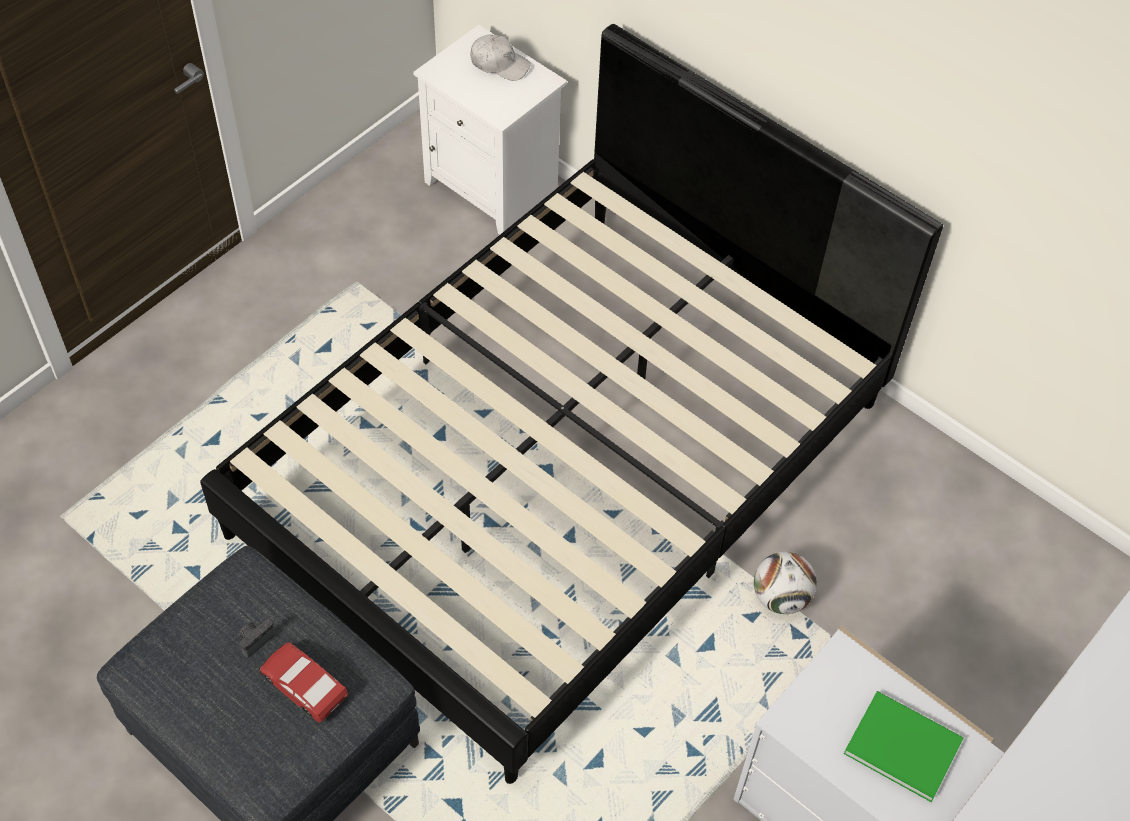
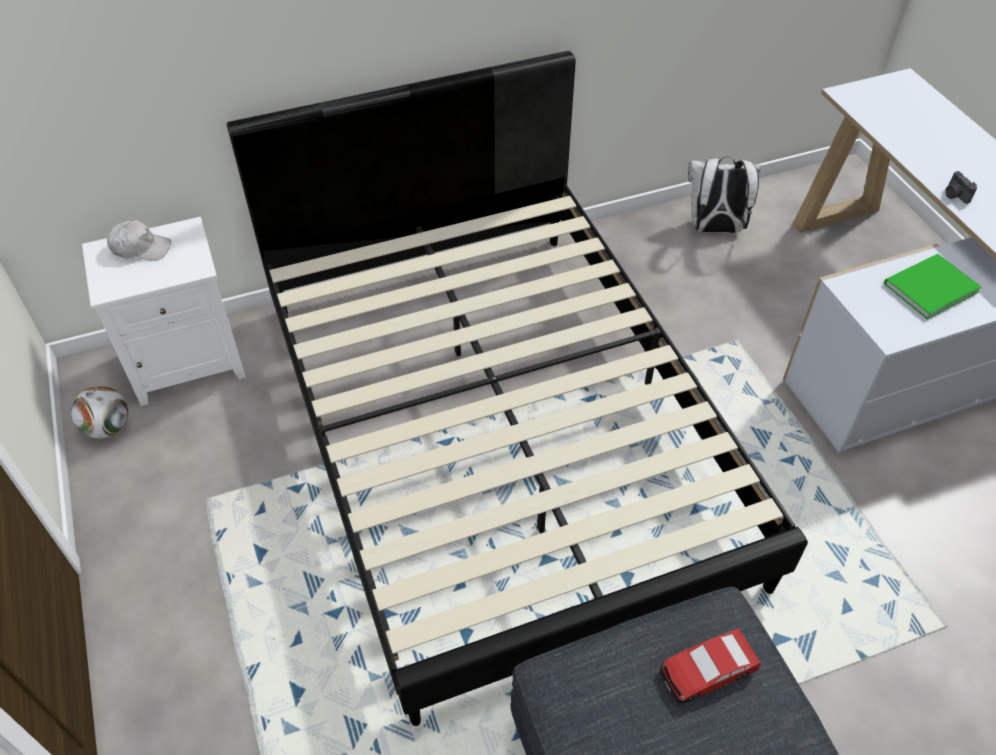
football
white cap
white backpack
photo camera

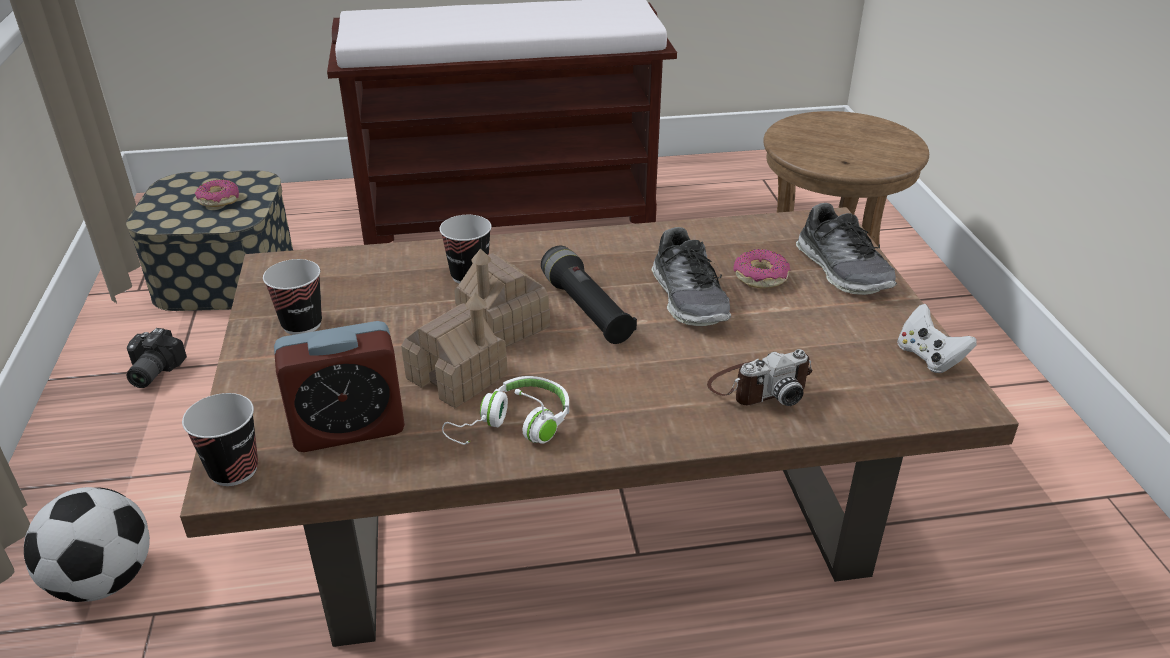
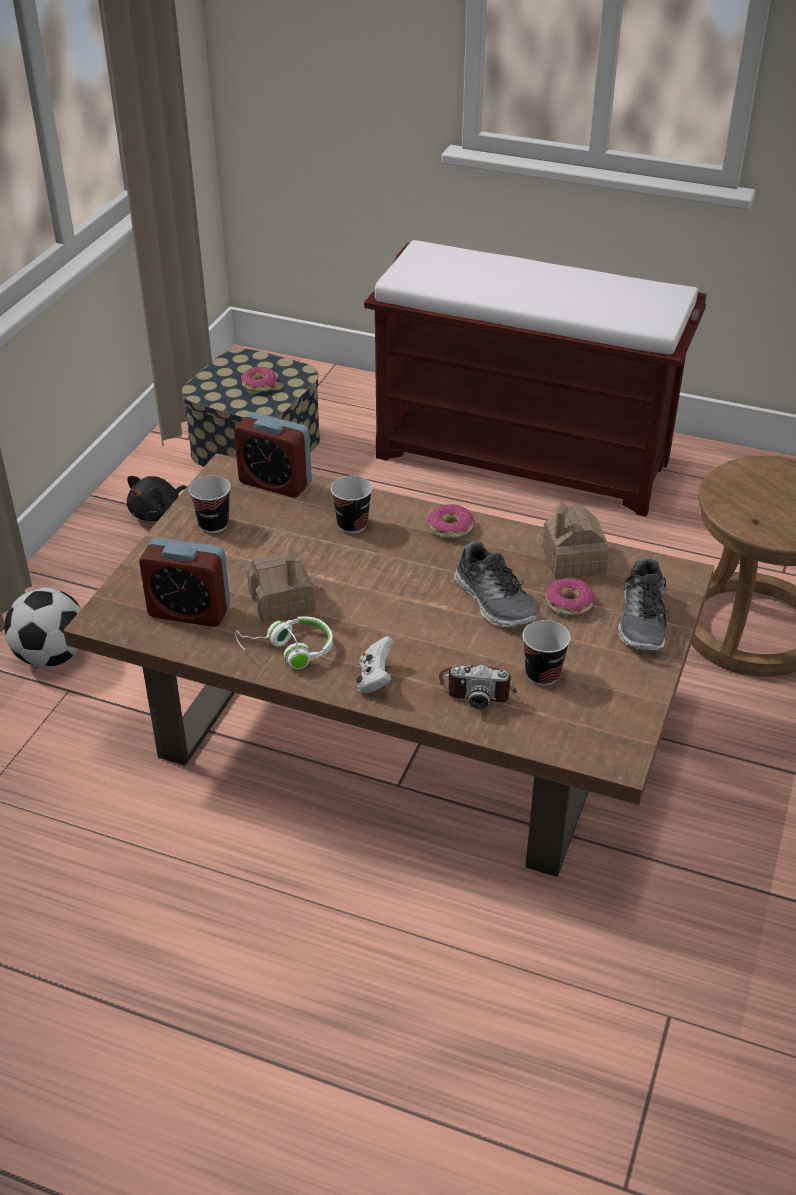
black plush toy
alarm clock (2nd from left)
white game controller
donut (2nd from left)
shoe (1st from left)
cup (3rd from left)
toy house (2nd from left)
black flashlight

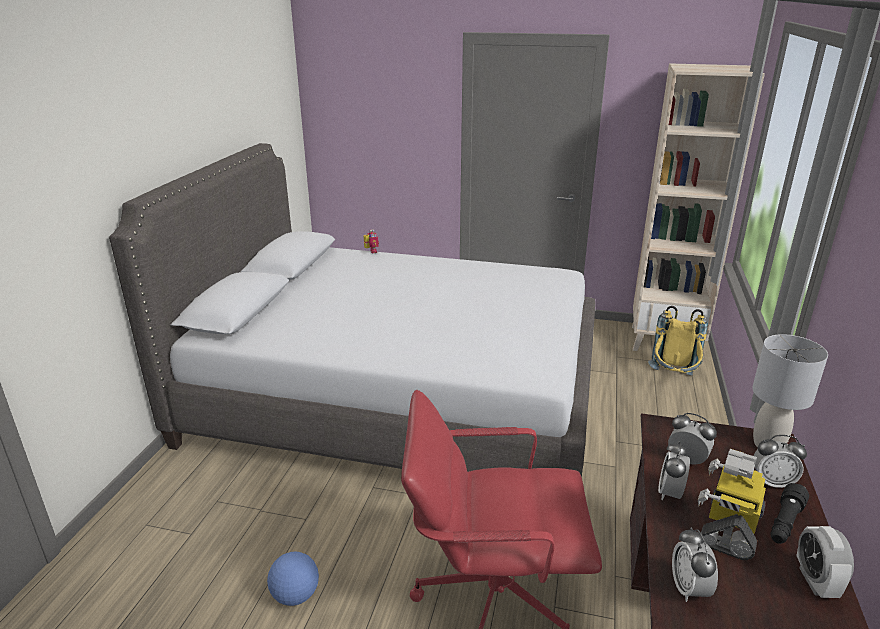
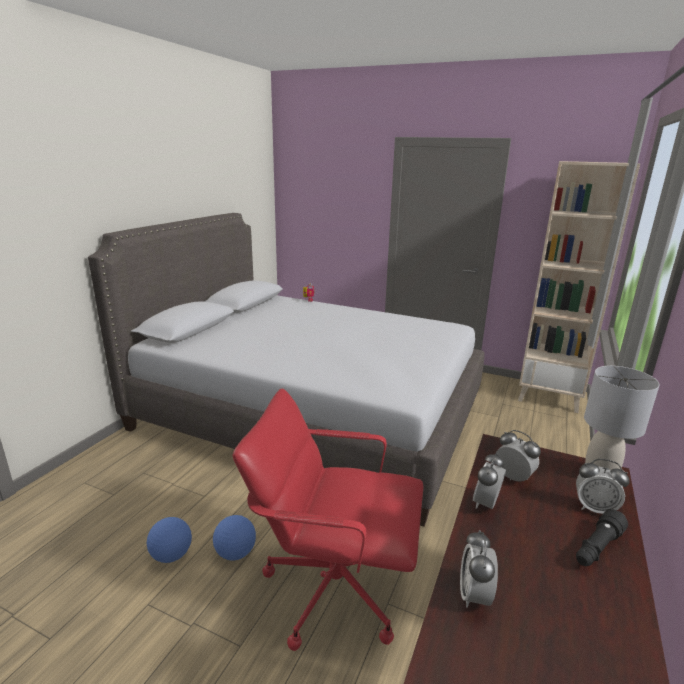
football (2nd from left)
yellow backpack
toy robot (2nd from left in the first image)
alarm clock (5th from left in the first image)

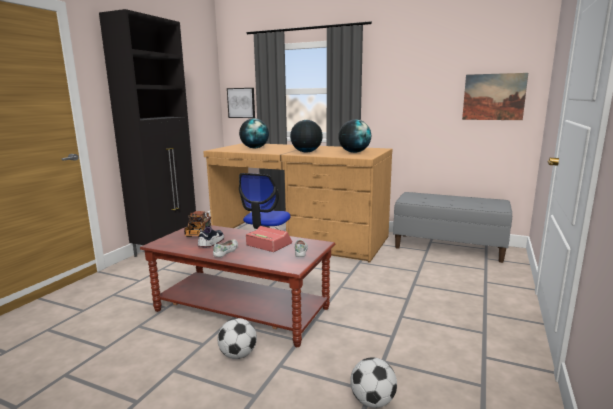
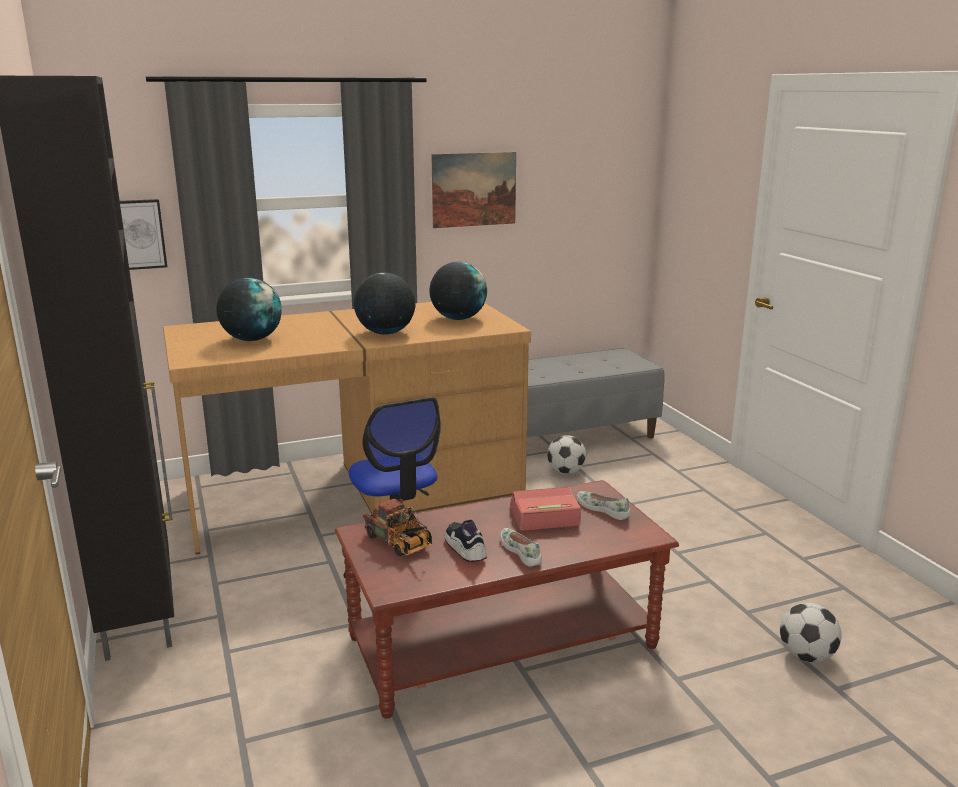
picture (2nd from left)
football (1st from left)

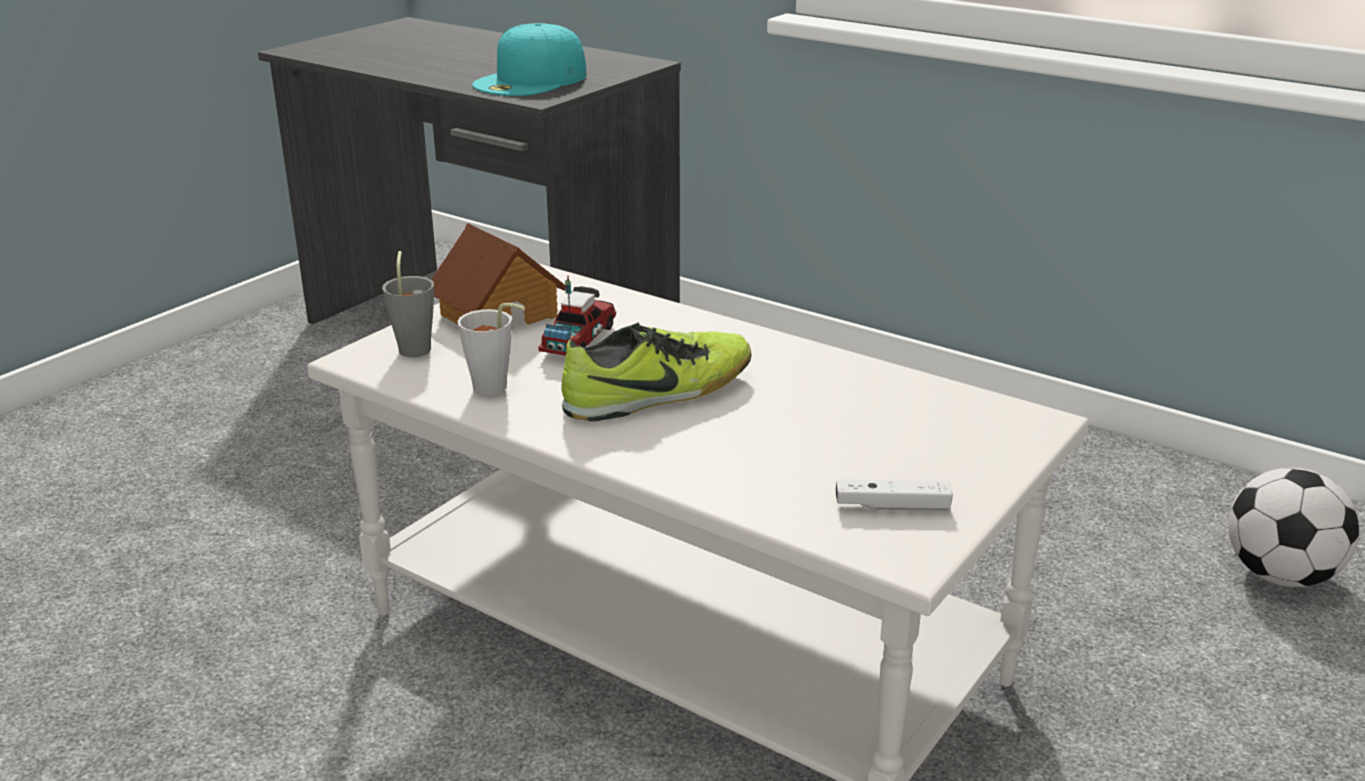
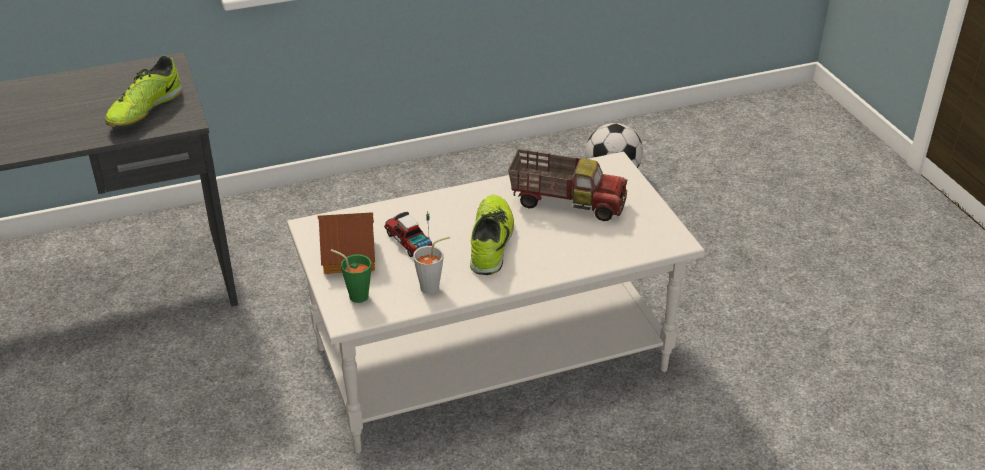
shoe (1st from left)
green cup
toy truck (2nd from left)
white game controller

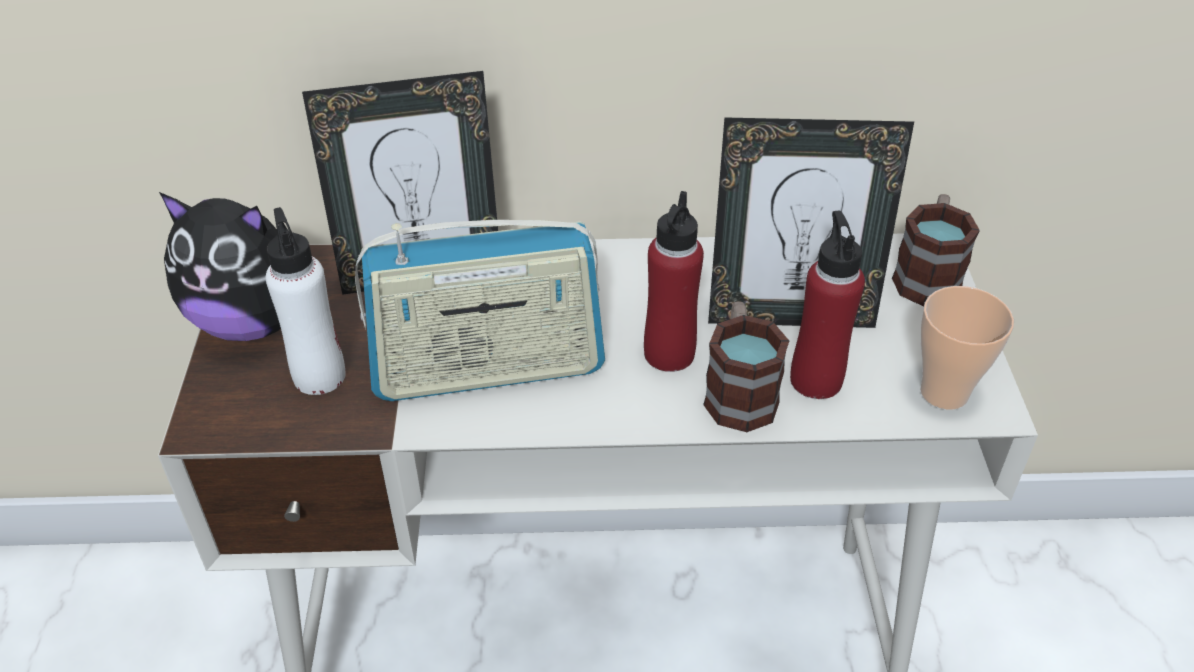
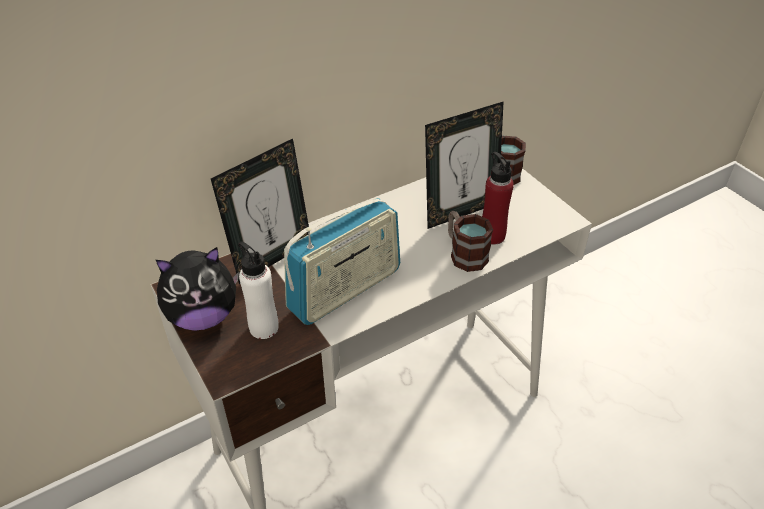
red bottle (1st from left in the first image)
cup

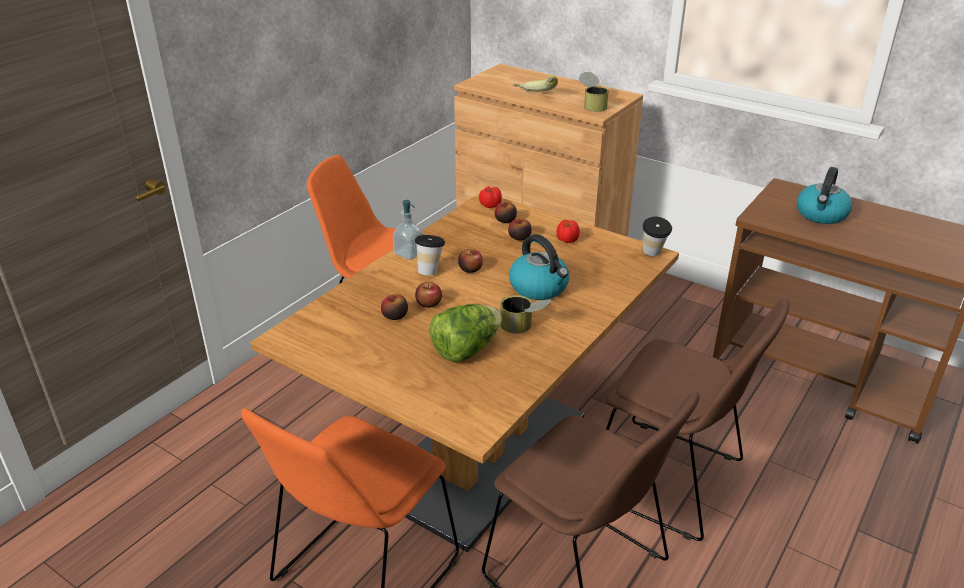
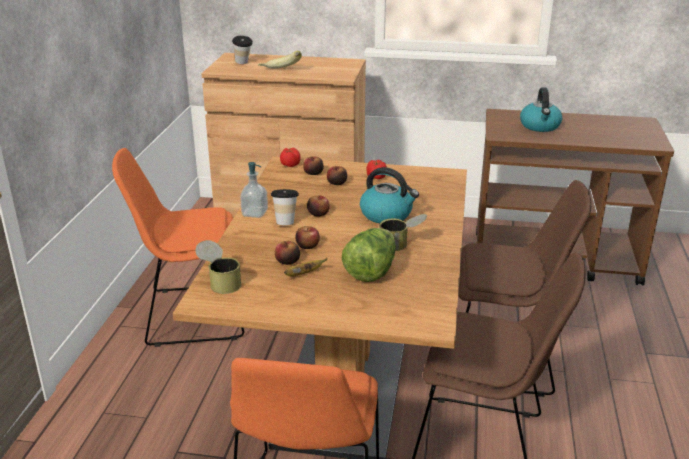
can (1st from left)
cup (1st from left)
banana (2nd from left)

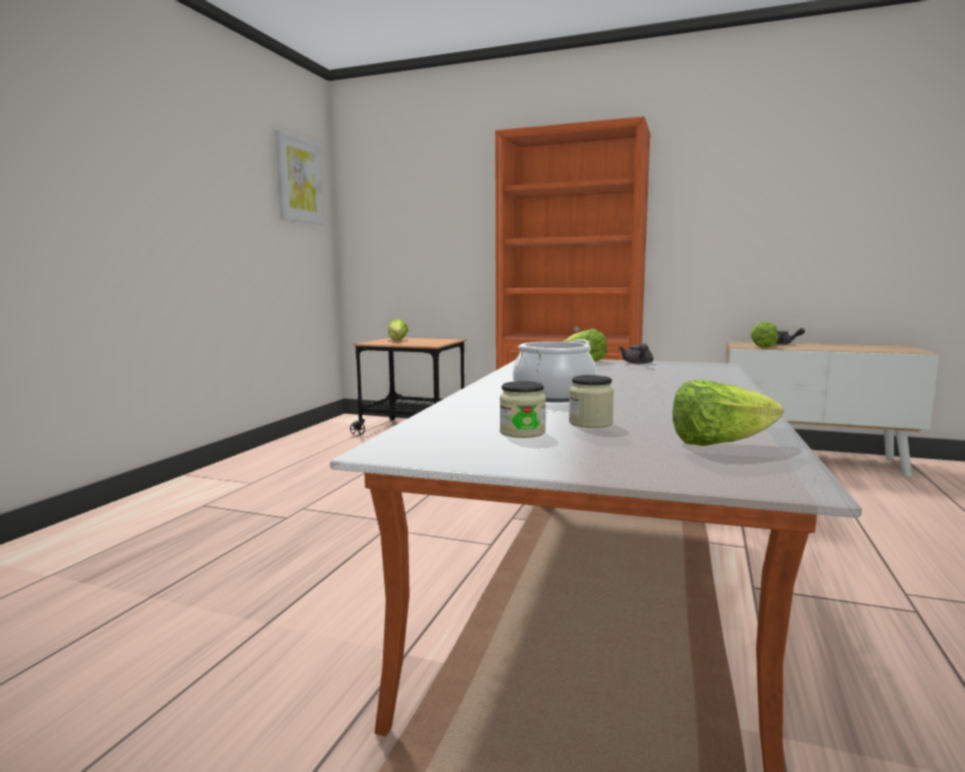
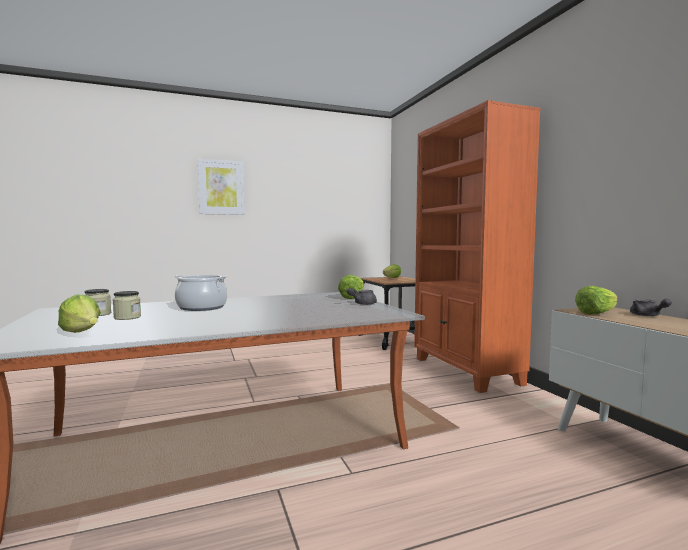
picture

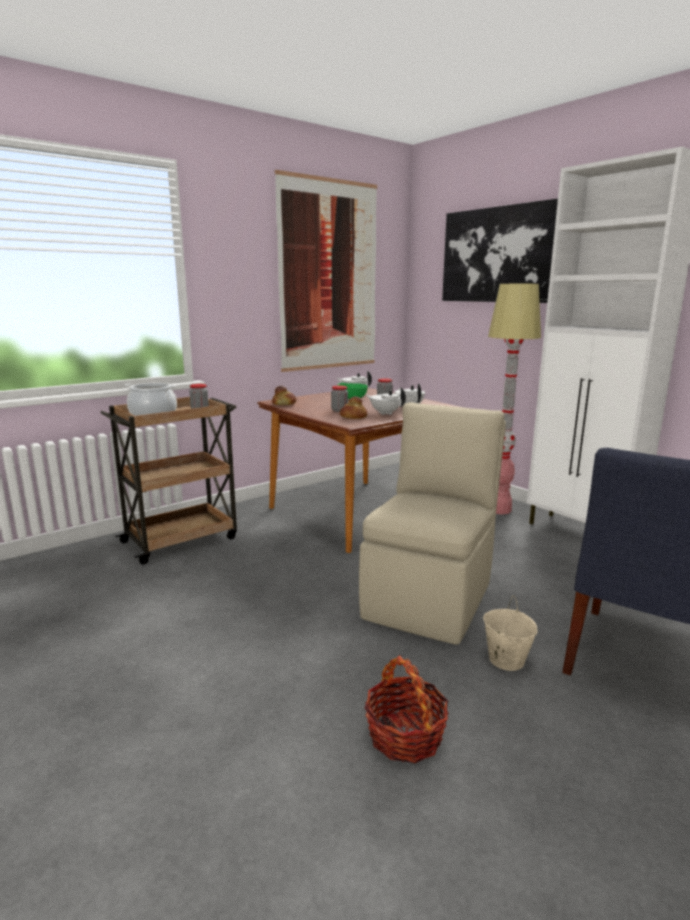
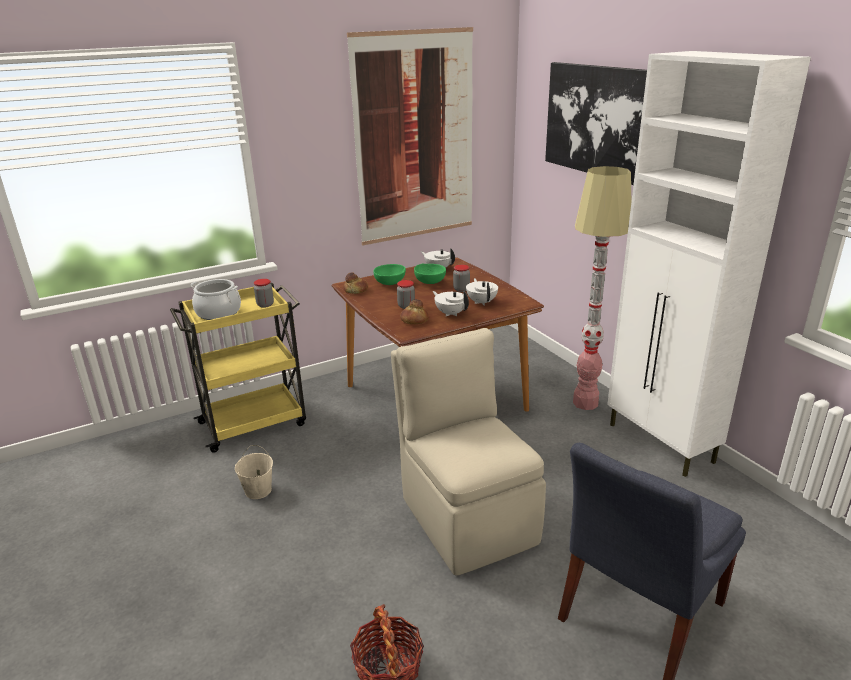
yellow cart
beige bucket
green bowl (1st from left)
beige chair

